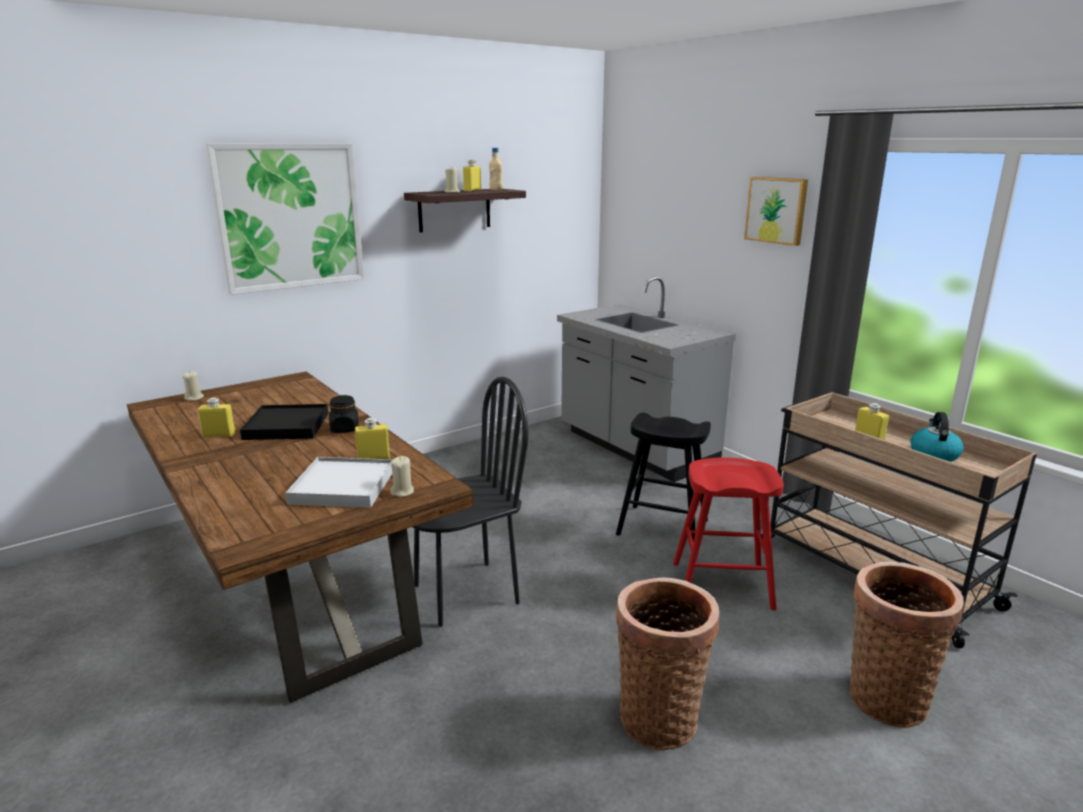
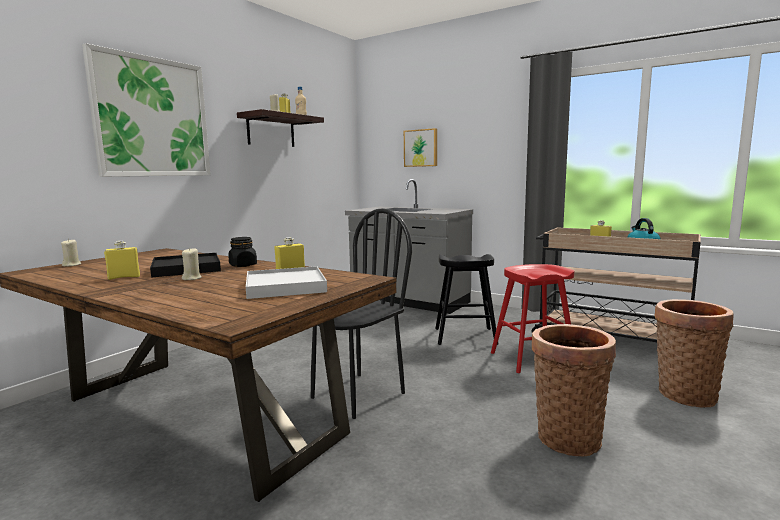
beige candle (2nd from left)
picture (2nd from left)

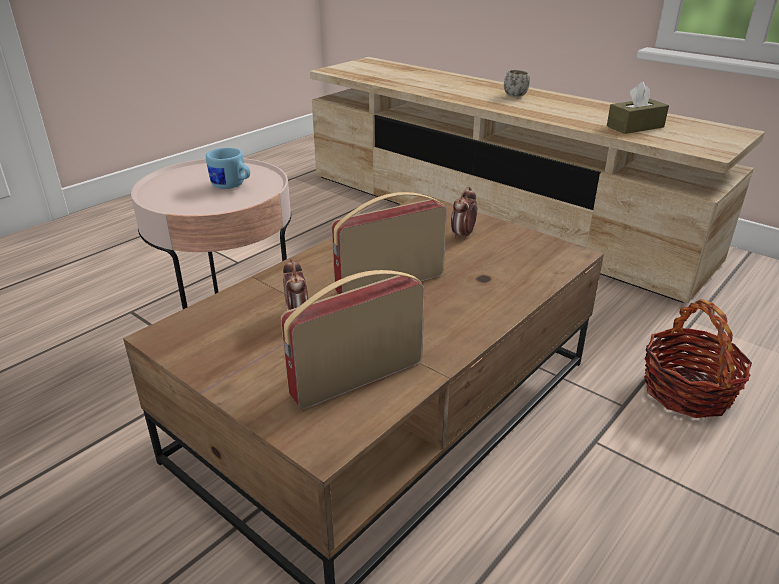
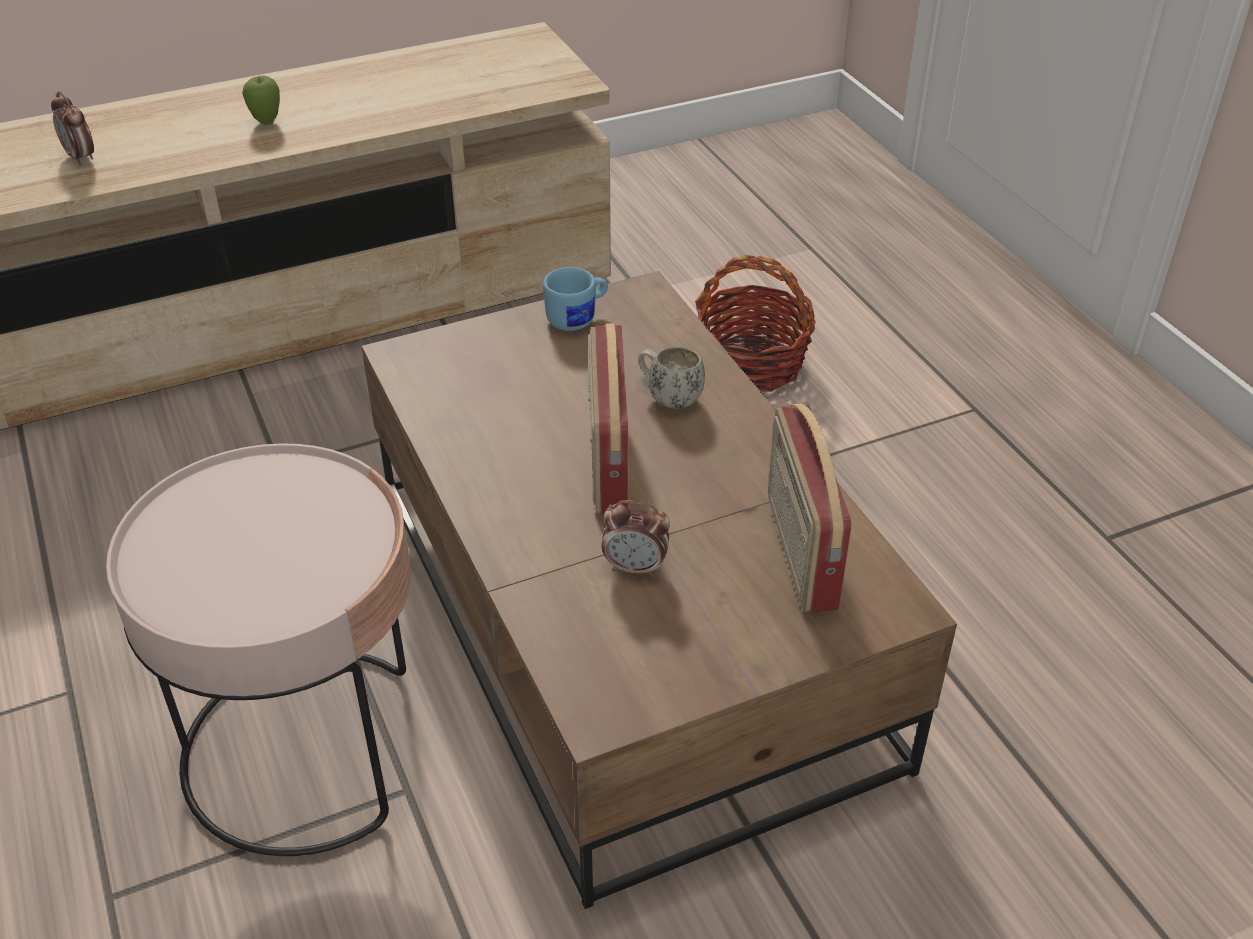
alarm clock (1st from left)
apple
blue mug
white mug
brown tissue box

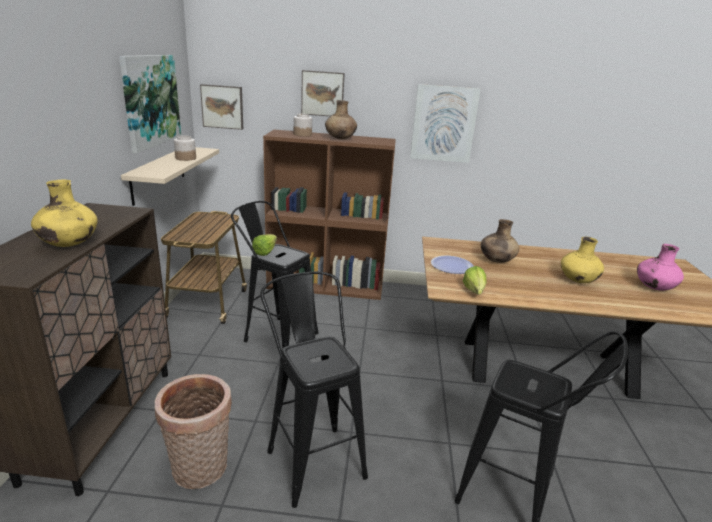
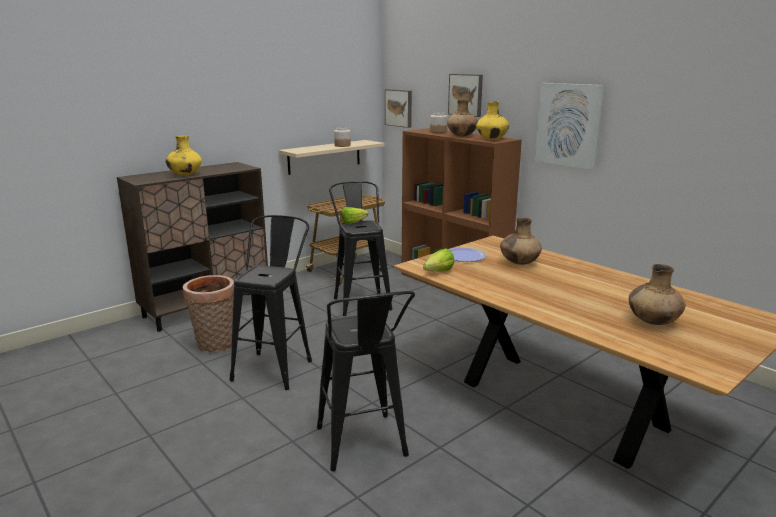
yellow vase (2nd from left)
brown vase (3rd from left)
picture (1st from left in the first image)

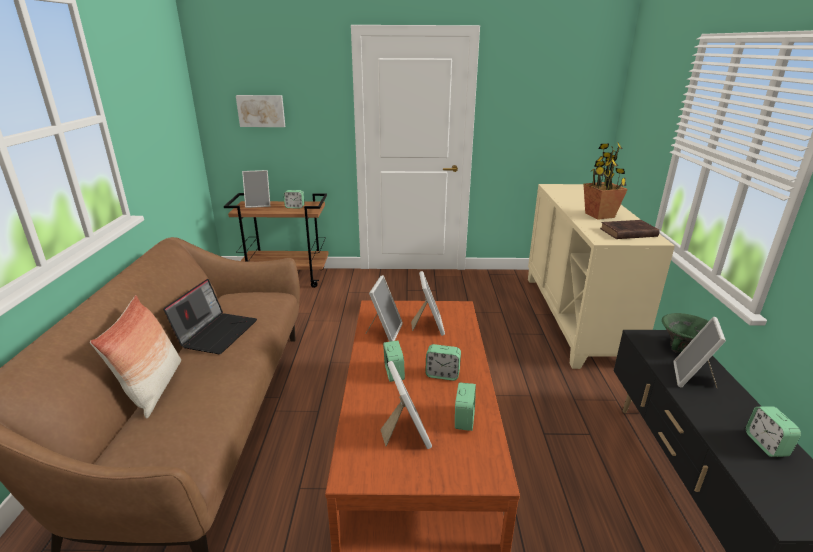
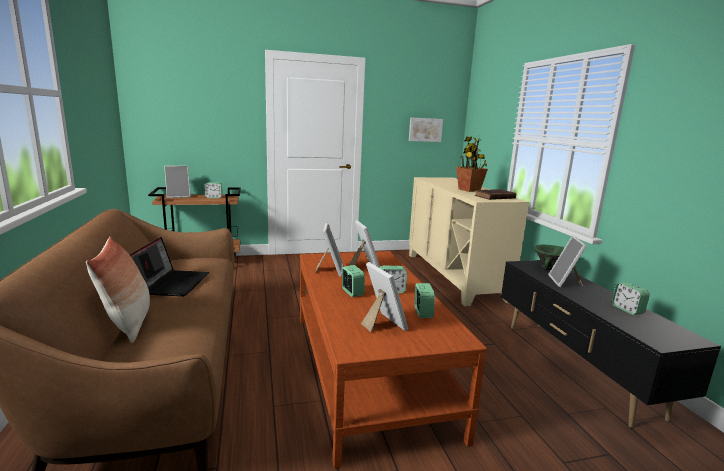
picture

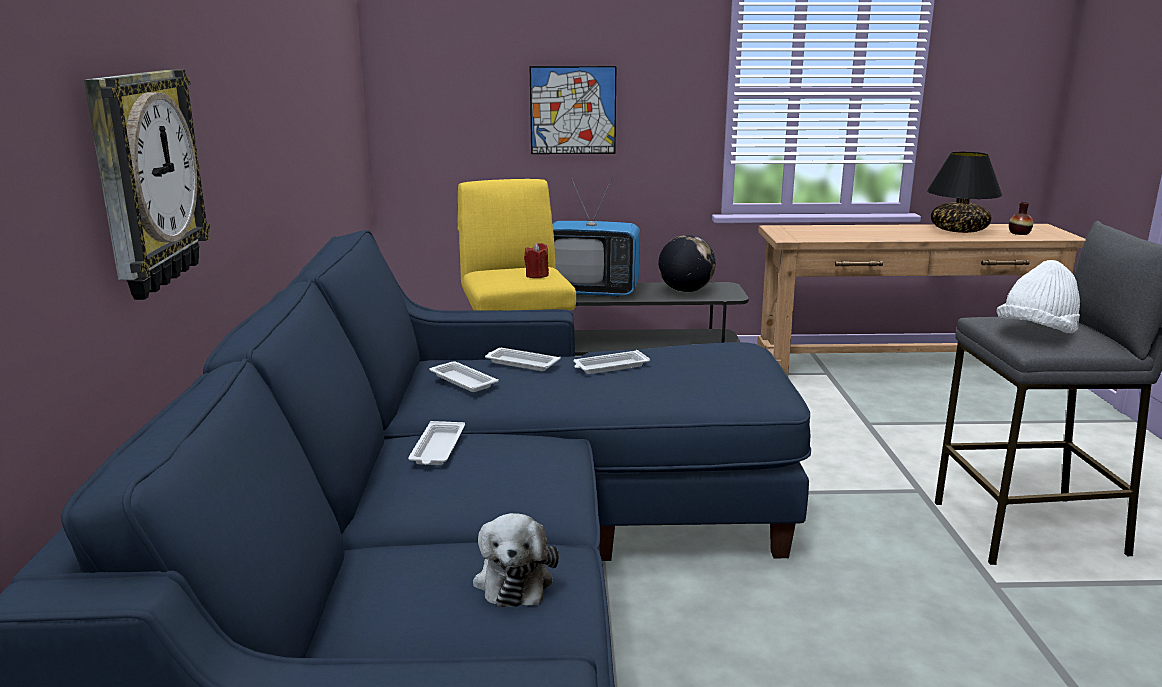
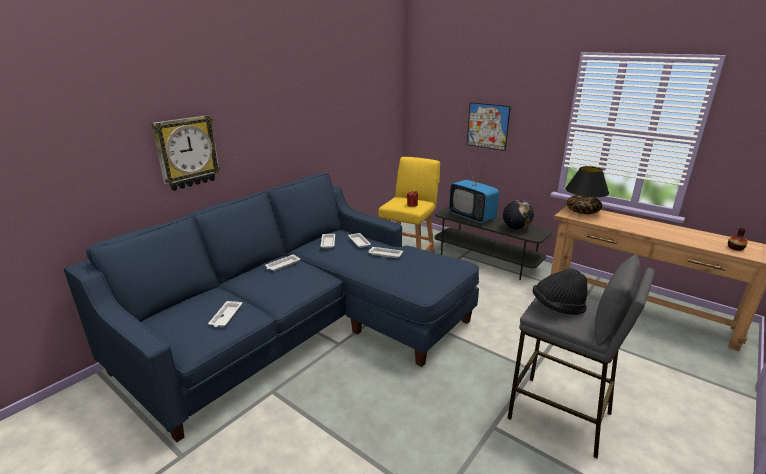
white tray (1st from left)
black hat
black table lamp

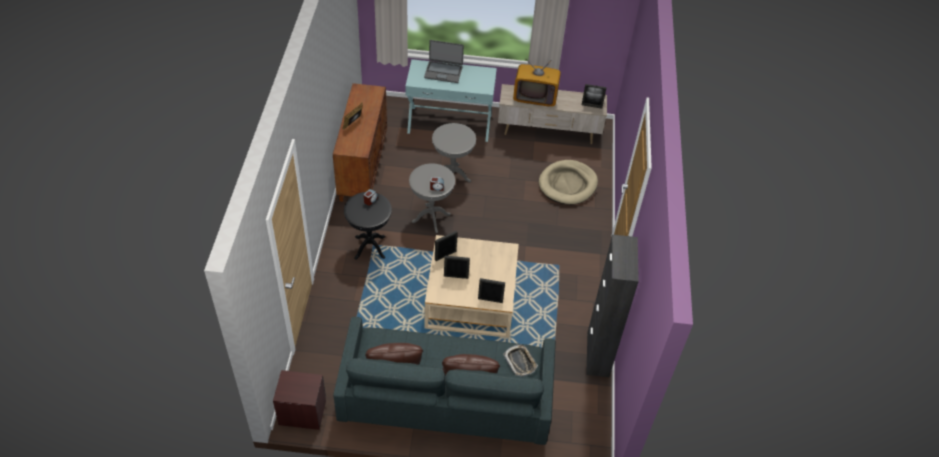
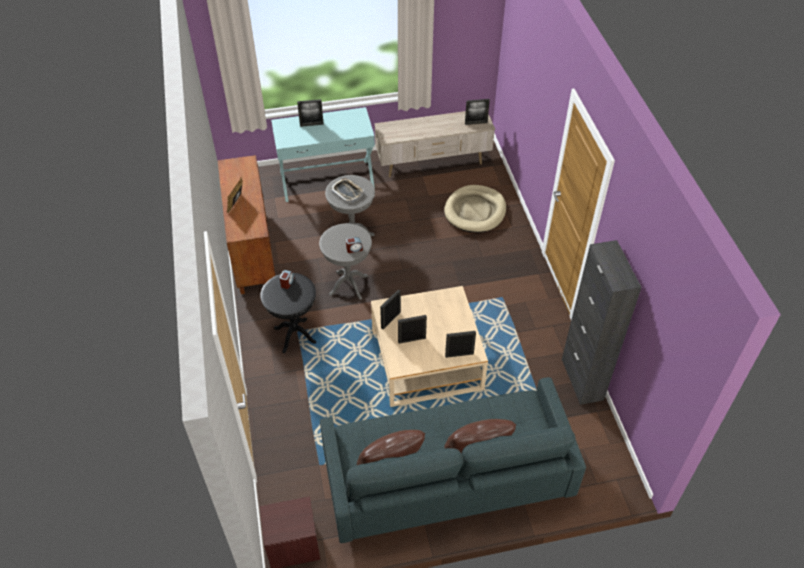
picture frame (2nd from left)
tray
television

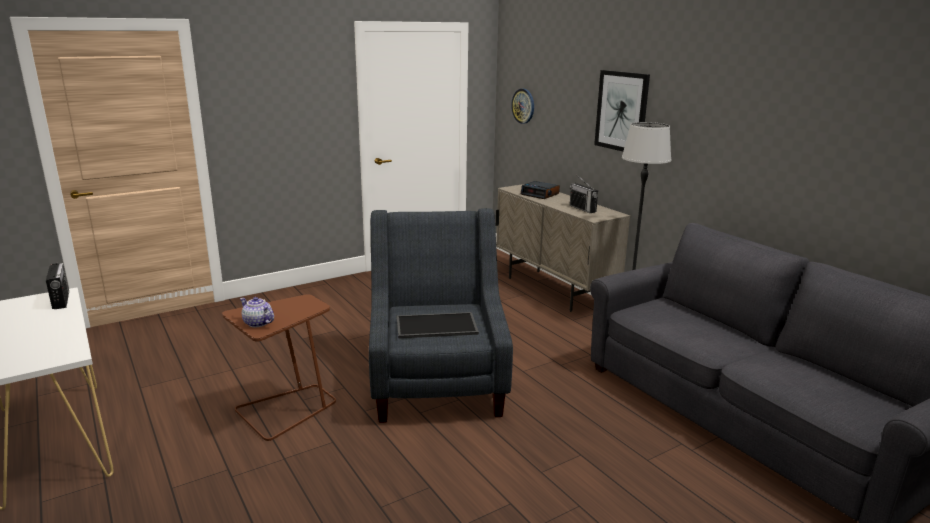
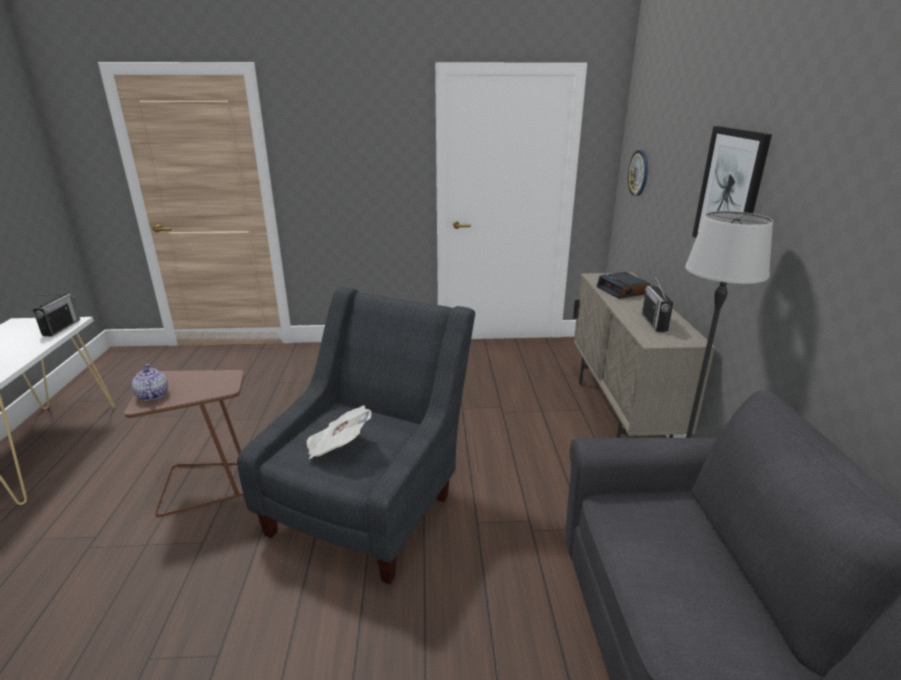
newspaper

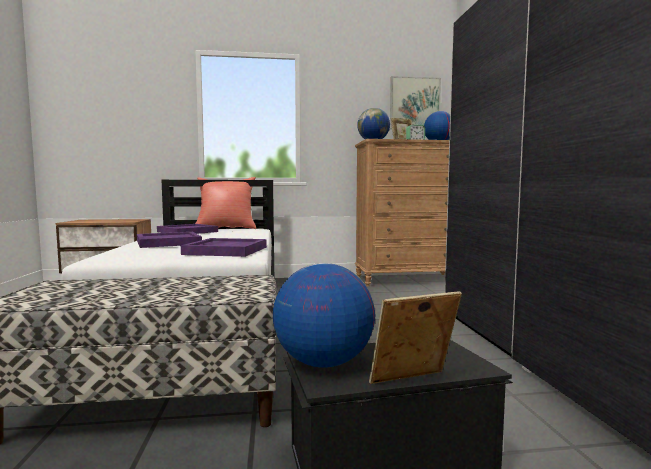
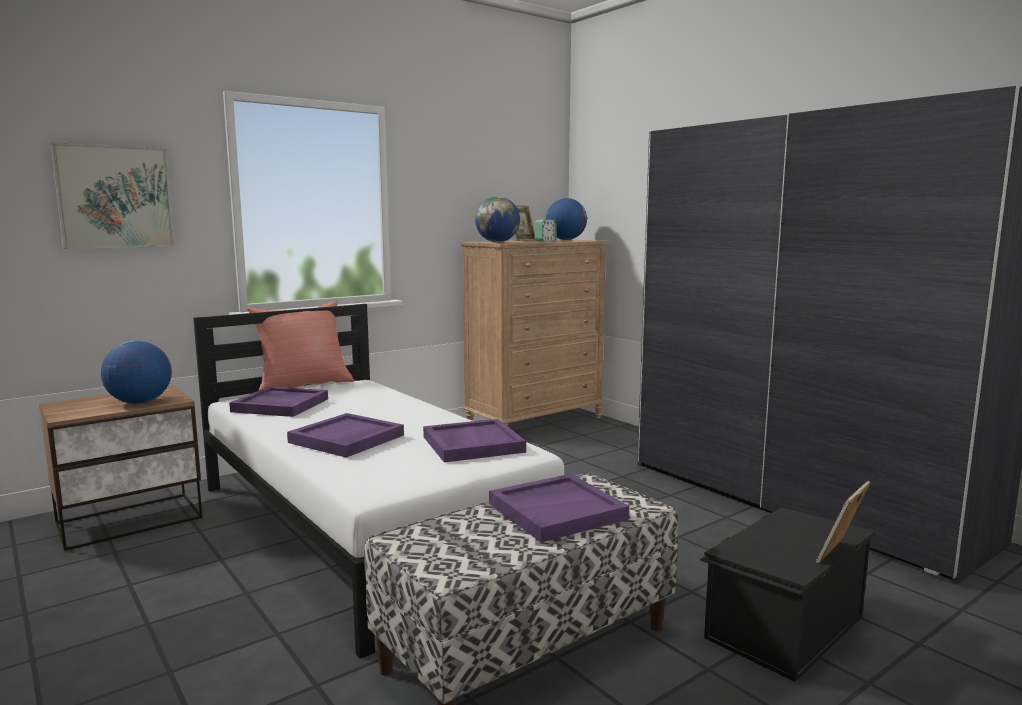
picture
globe (1st from left)
purple tray (4th from left)

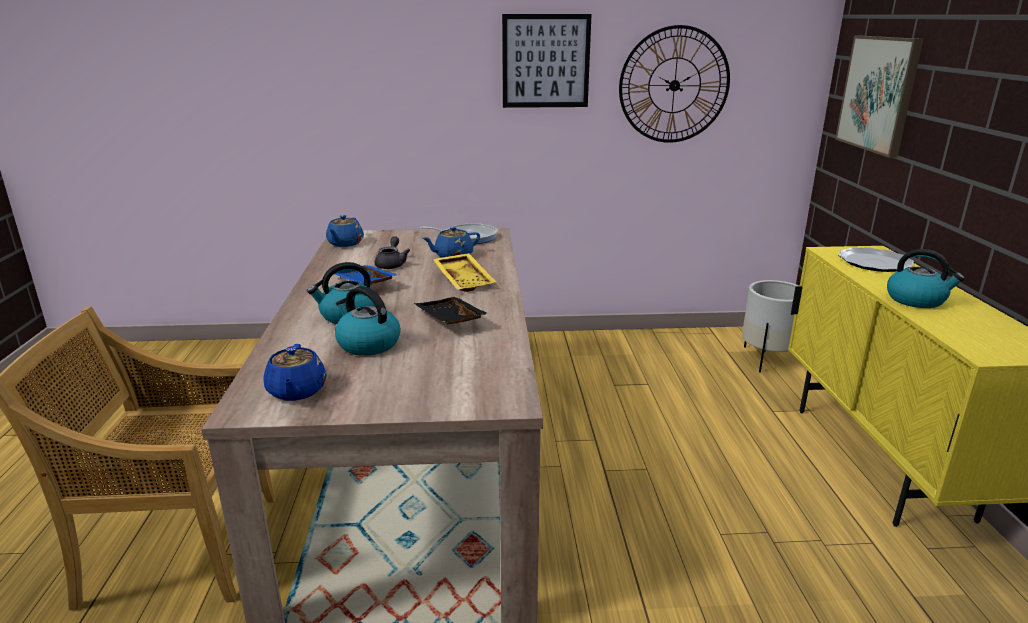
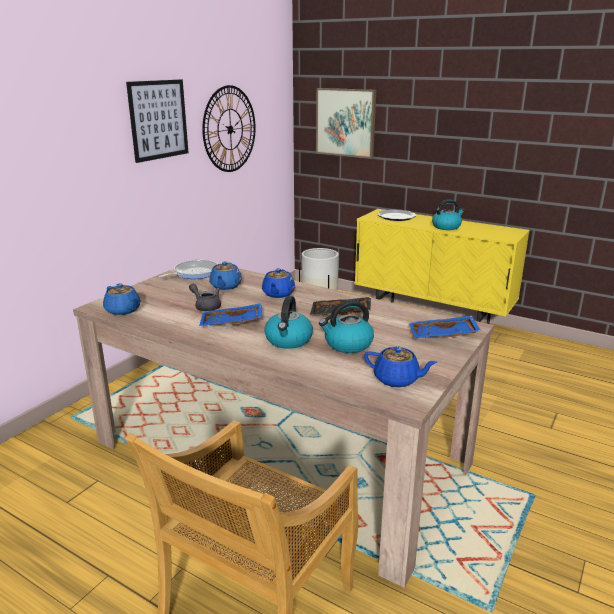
blue teapot (3rd from left)
blue tray (2nd from left)

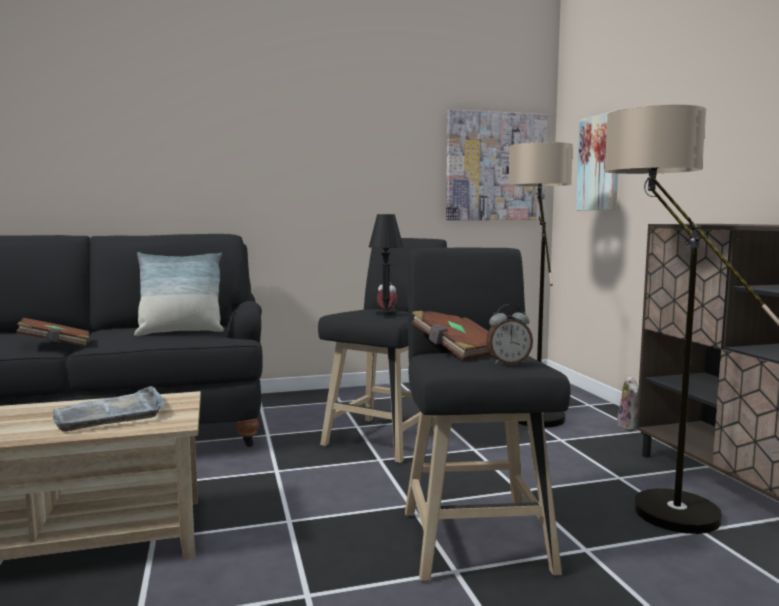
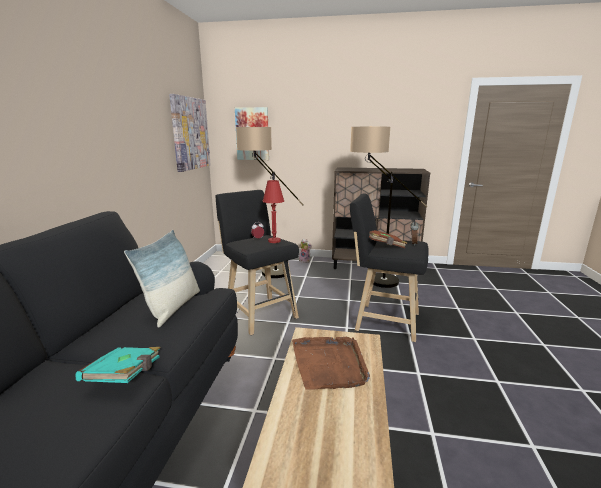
turquoise book
red table lamp
brown tray

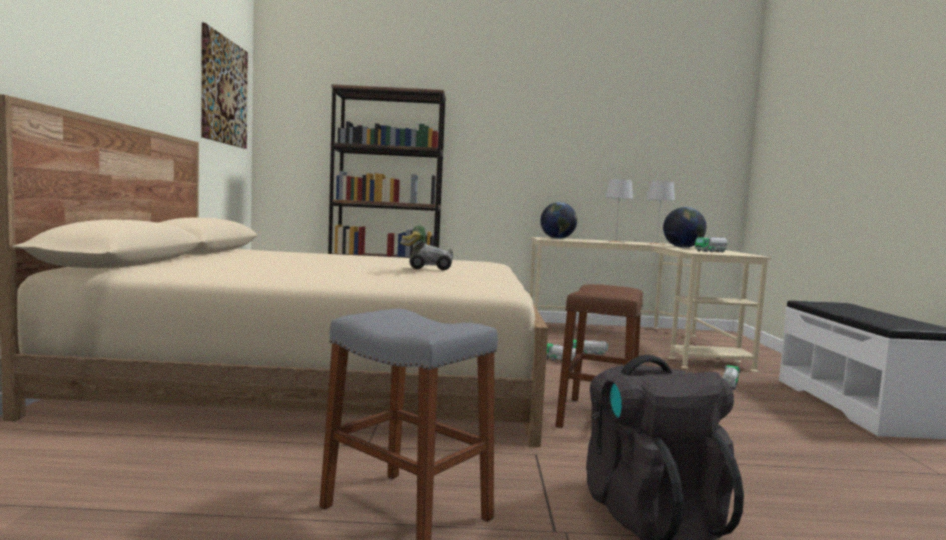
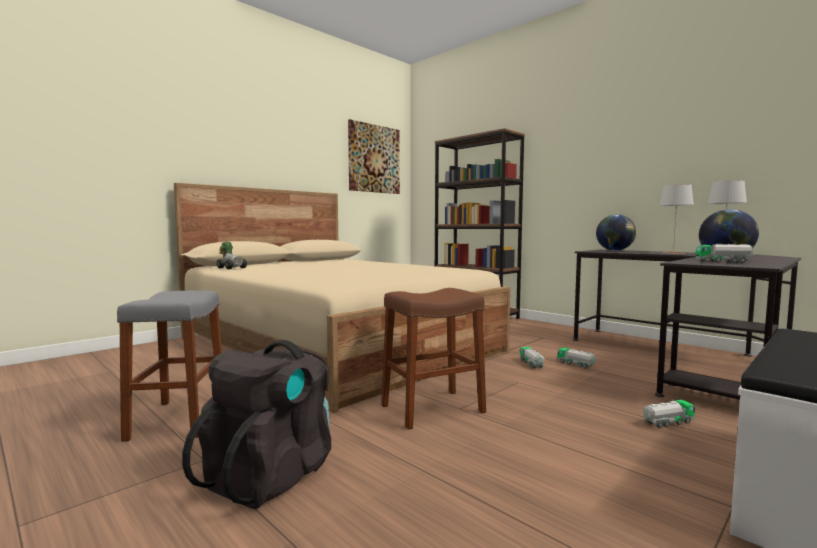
toy car
black desk

